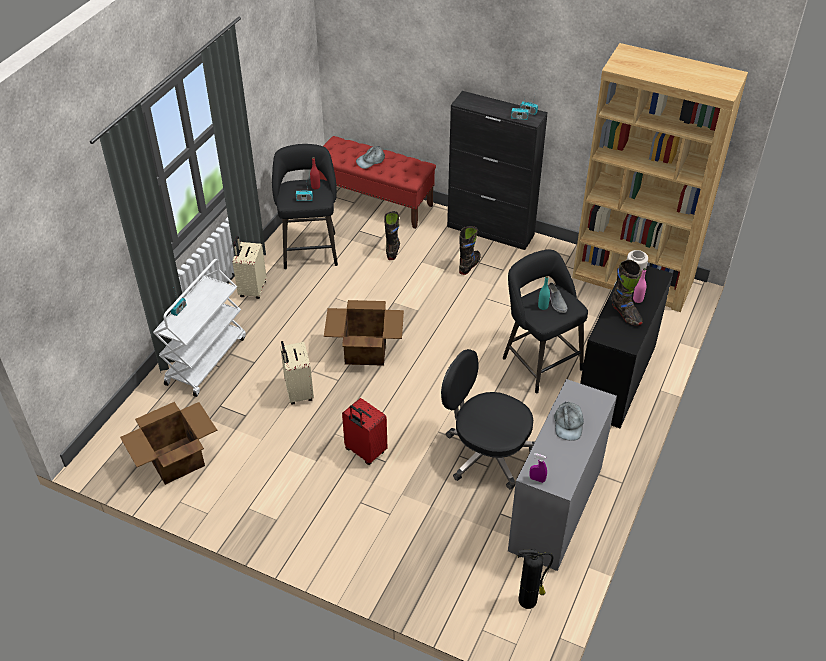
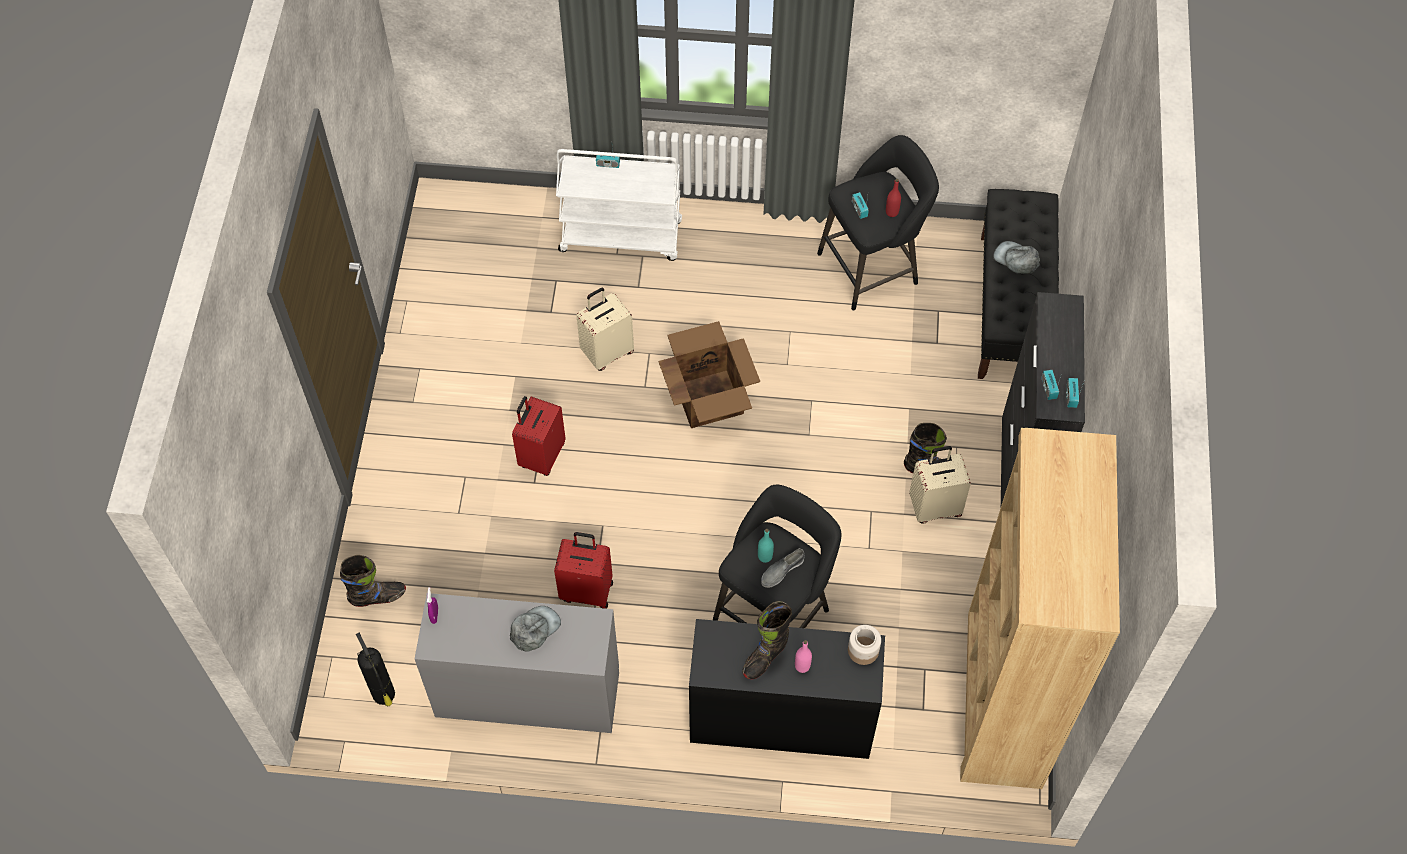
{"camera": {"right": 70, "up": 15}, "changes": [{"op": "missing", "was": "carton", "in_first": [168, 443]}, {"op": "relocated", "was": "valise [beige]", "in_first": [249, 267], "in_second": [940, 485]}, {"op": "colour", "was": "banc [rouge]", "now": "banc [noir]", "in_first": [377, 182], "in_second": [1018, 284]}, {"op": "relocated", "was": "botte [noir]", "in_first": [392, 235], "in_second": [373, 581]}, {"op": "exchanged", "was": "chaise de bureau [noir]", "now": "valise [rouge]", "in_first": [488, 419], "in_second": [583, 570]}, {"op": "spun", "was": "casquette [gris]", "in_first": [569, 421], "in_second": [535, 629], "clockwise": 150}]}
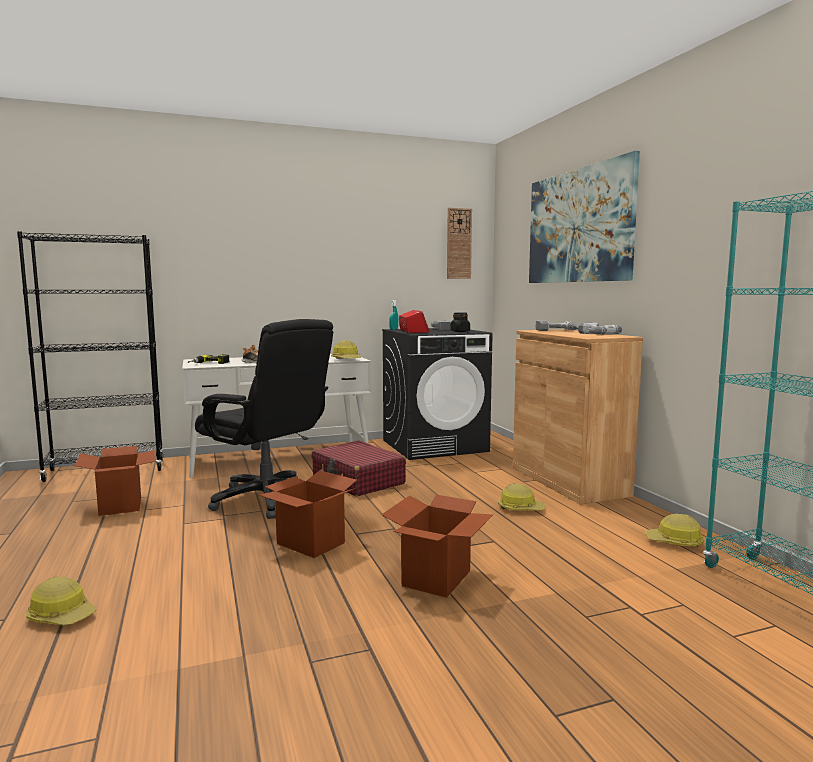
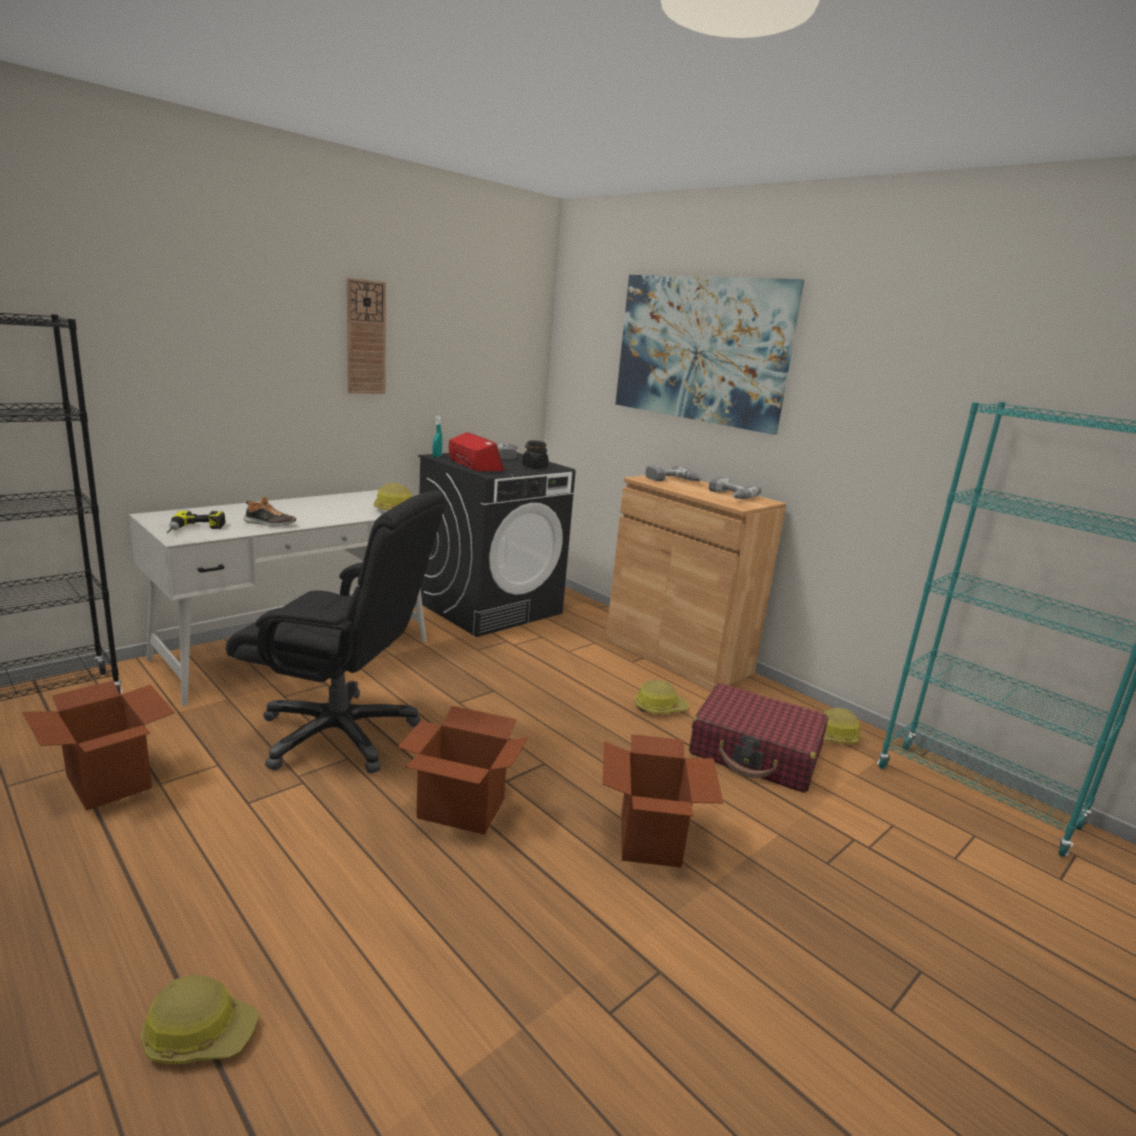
{"camera": {"right": -25, "up": 10}, "changes": [{"op": "relocated", "was": "valise [rouge]", "in_first": [359, 469], "in_second": [758, 738]}, {"op": "relocated", "was": "horloge murale", "in_first": [459, 243], "in_second": [366, 336]}]}
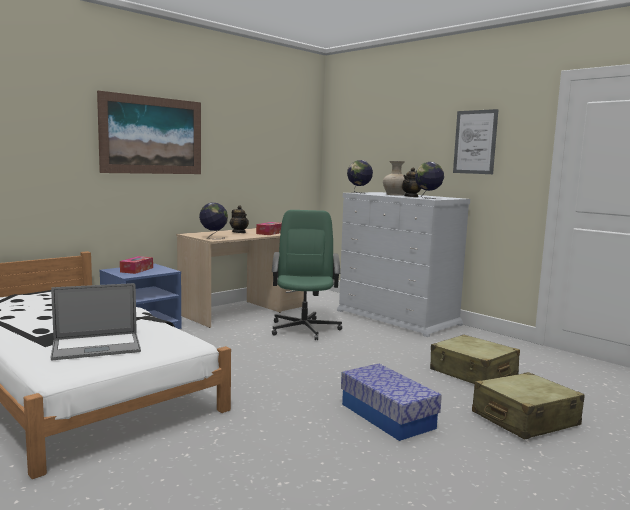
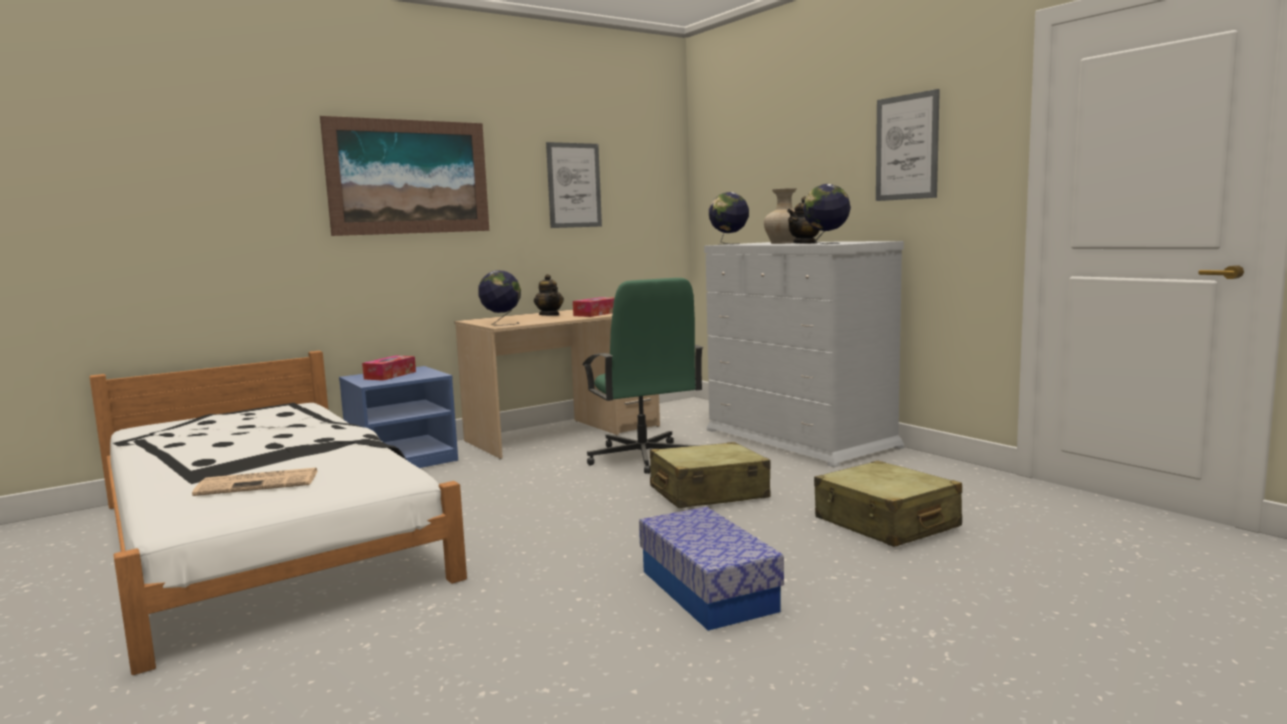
{"camera": {"right": 10, "up": 0}, "changes": [{"op": "exchanged", "was": "ordinateur portable", "now": "journal", "in_first": [96, 322], "in_second": [254, 482]}, {"op": "spun", "was": "chaise de bureau [vert]", "in_first": [307, 275], "in_second": [643, 376], "clockwise": 150}, {"op": "relocated", "was": "valise [beige]", "in_first": [528, 405], "in_second": [710, 475]}, {"op": "appeared", "now": "tableau", "in_second": [574, 185]}]}
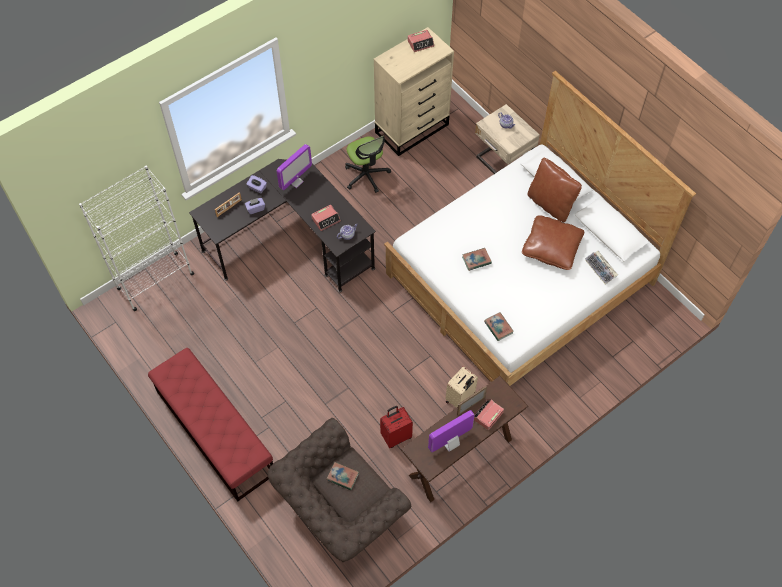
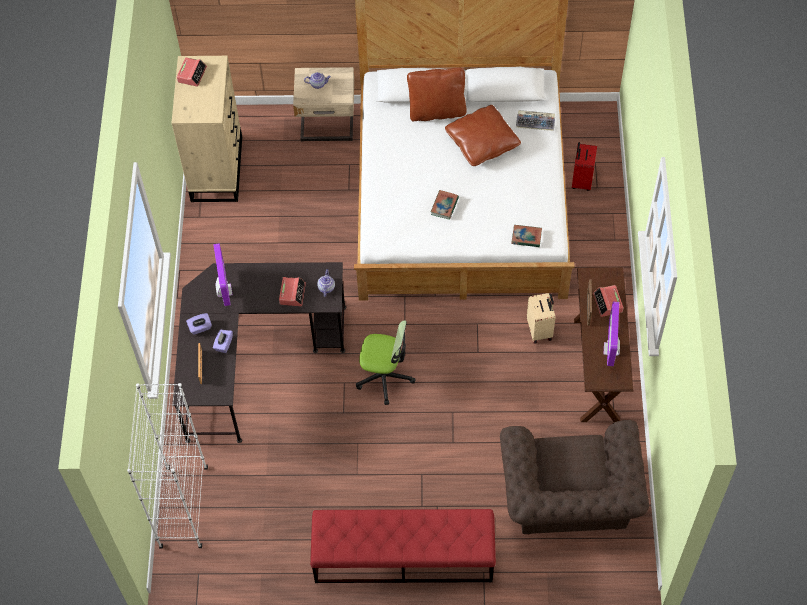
{"camera": {"right": -50, "up": 0}, "changes": [{"op": "missing", "was": "livre", "in_first": [342, 476]}, {"op": "relocated", "was": "chaise de bureau", "in_first": [368, 164], "in_second": [386, 362]}, {"op": "relocated", "was": "valise [rouge]", "in_first": [396, 427], "in_second": [584, 166]}]}
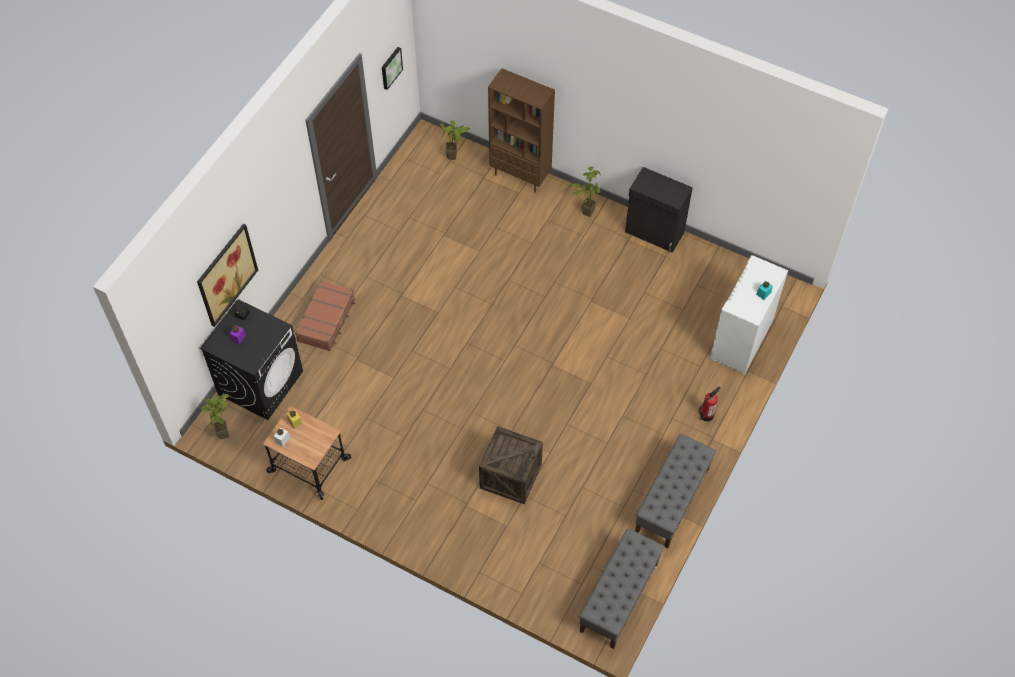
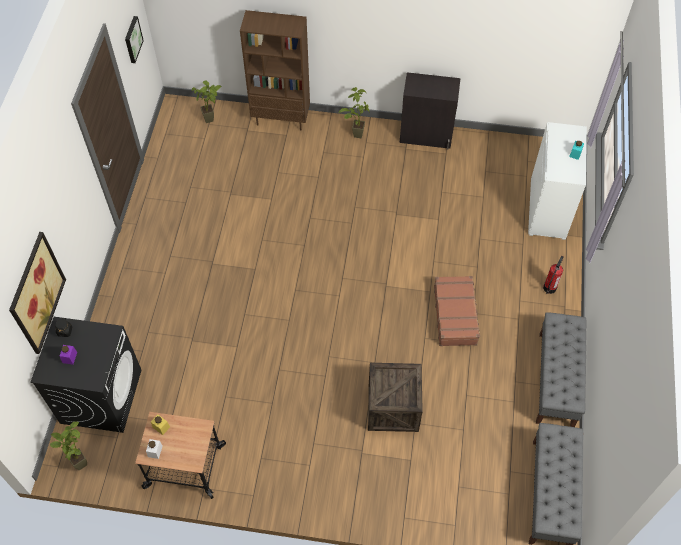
{"camera": {"right": -20, "up": 0}, "changes": [{"op": "relocated", "was": "valise [marron]", "in_first": [325, 315], "in_second": [457, 311]}]}
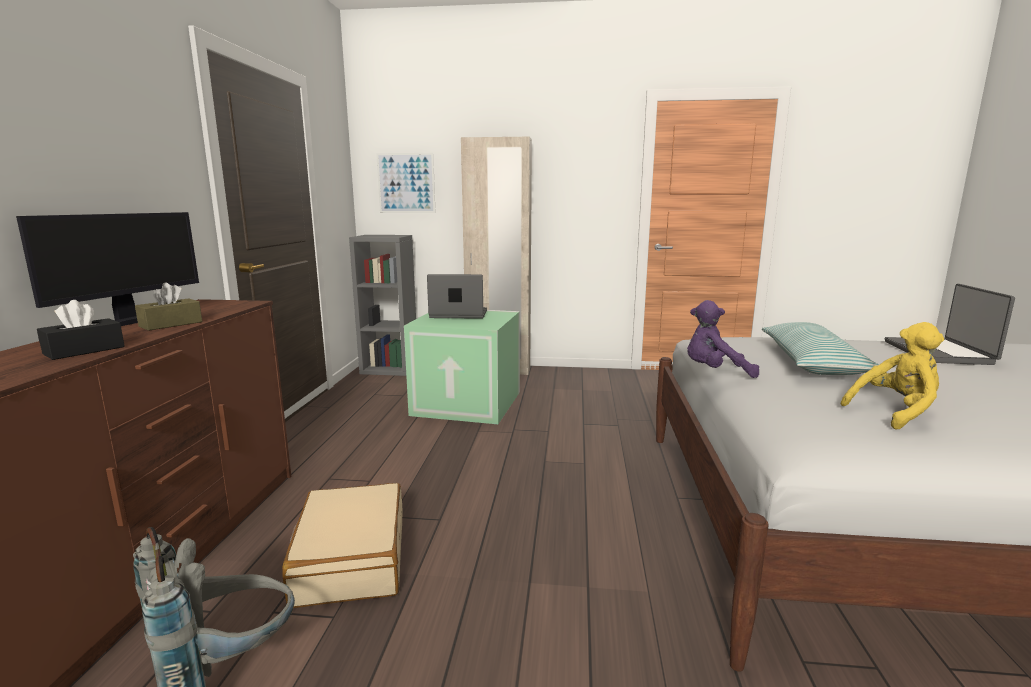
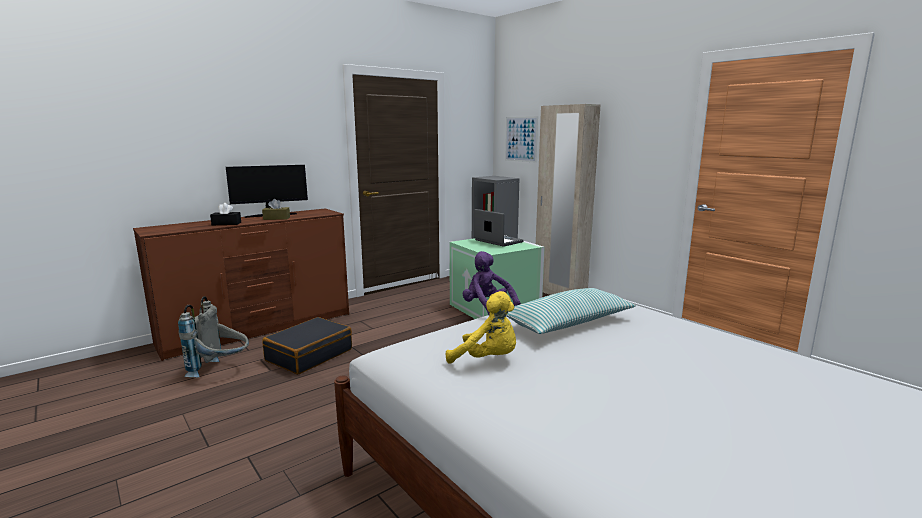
{"camera": {"right": 45, "up": 0}, "changes": [{"op": "colour", "was": "valise [beige]", "now": "valise [noir]", "in_first": [342, 545], "in_second": [307, 345]}, {"op": "missing", "was": "ordinateur portable", "in_first": [950, 324]}]}
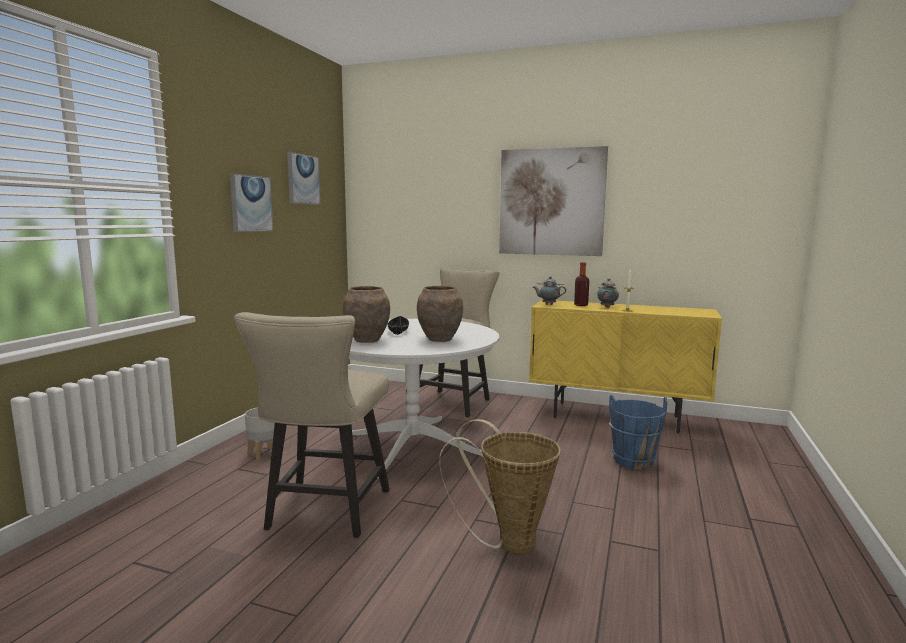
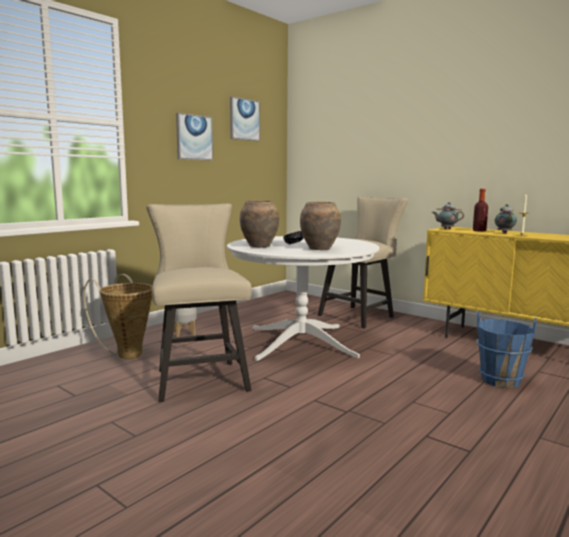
{"camera": {"right": 20, "up": 0}, "changes": [{"op": "spun", "was": "chaise [beige]", "in_first": [312, 425], "in_second": [199, 303], "clockwise": 135}, {"op": "relocated", "was": "panier", "in_first": [500, 487], "in_second": [117, 316]}, {"op": "missing", "was": "tableau", "in_first": [553, 201]}]}
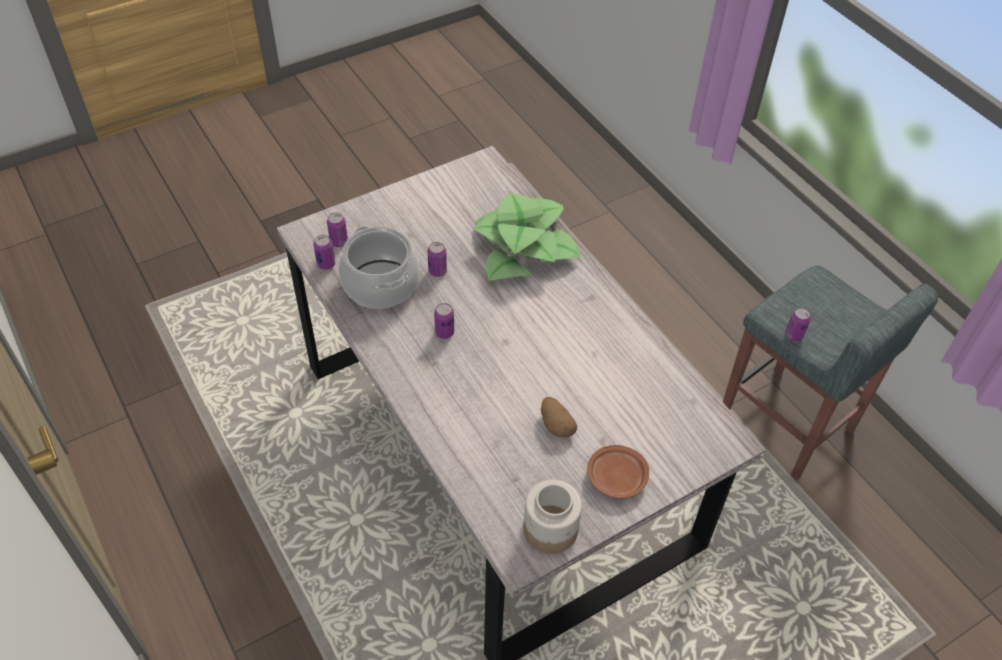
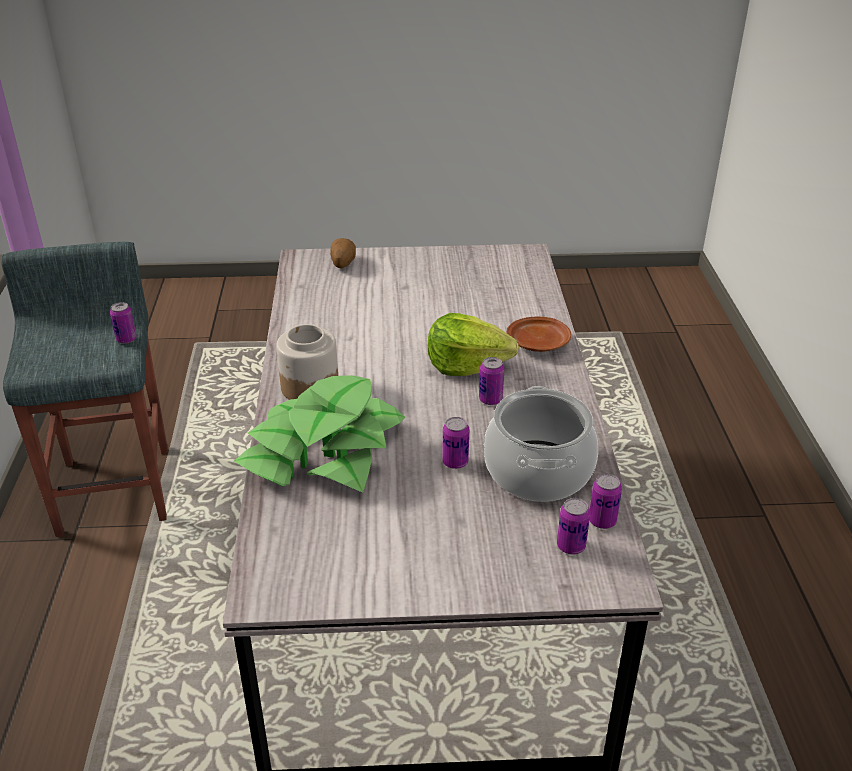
{"camera": {"right": -150, "up": -15}, "changes": [{"op": "relocated", "was": "bocal", "in_first": [552, 517], "in_second": [307, 362]}, {"op": "relocated", "was": "pomme de terre", "in_first": [559, 417], "in_second": [343, 253]}, {"op": "relocated", "was": "assiette [marron]", "in_first": [618, 472], "in_second": [539, 334]}, {"op": "appeared", "now": "laitue", "in_second": [473, 344]}]}
